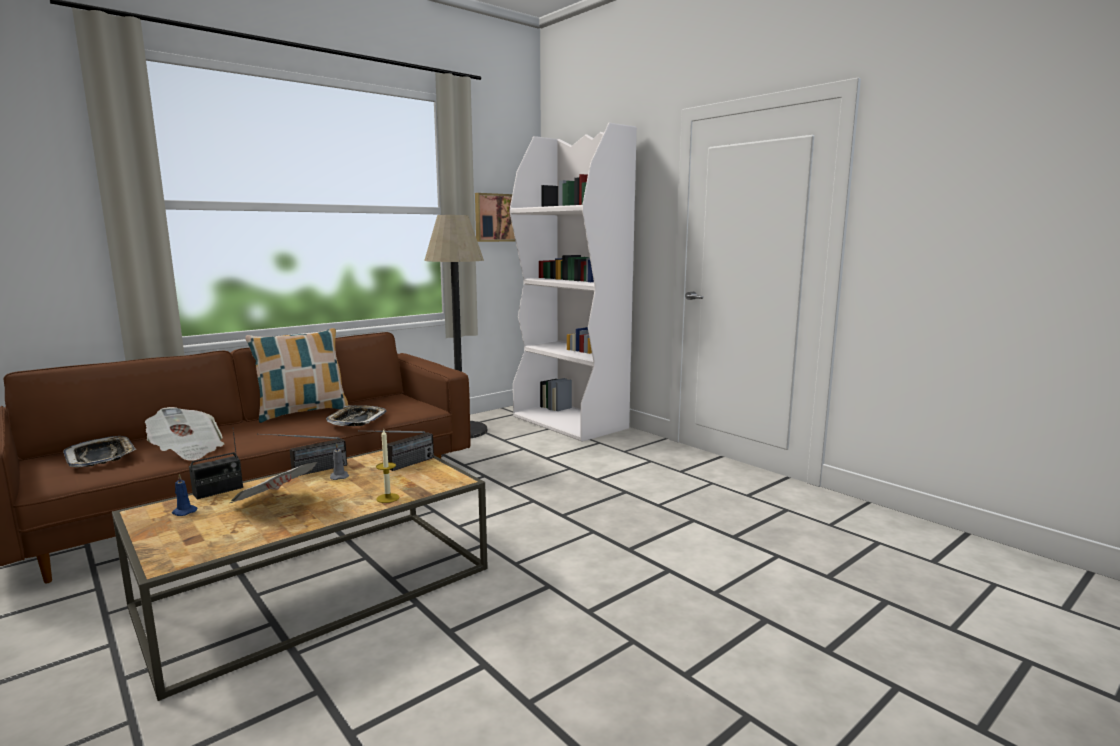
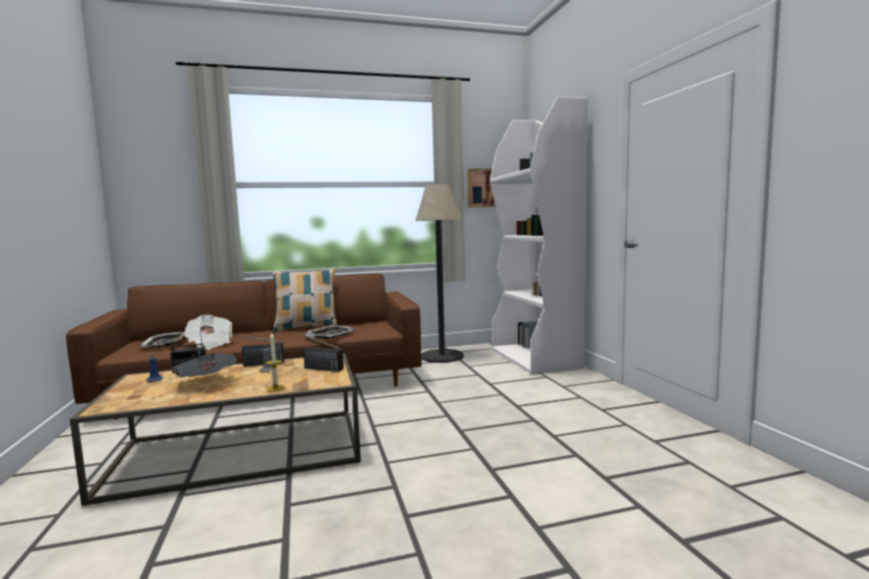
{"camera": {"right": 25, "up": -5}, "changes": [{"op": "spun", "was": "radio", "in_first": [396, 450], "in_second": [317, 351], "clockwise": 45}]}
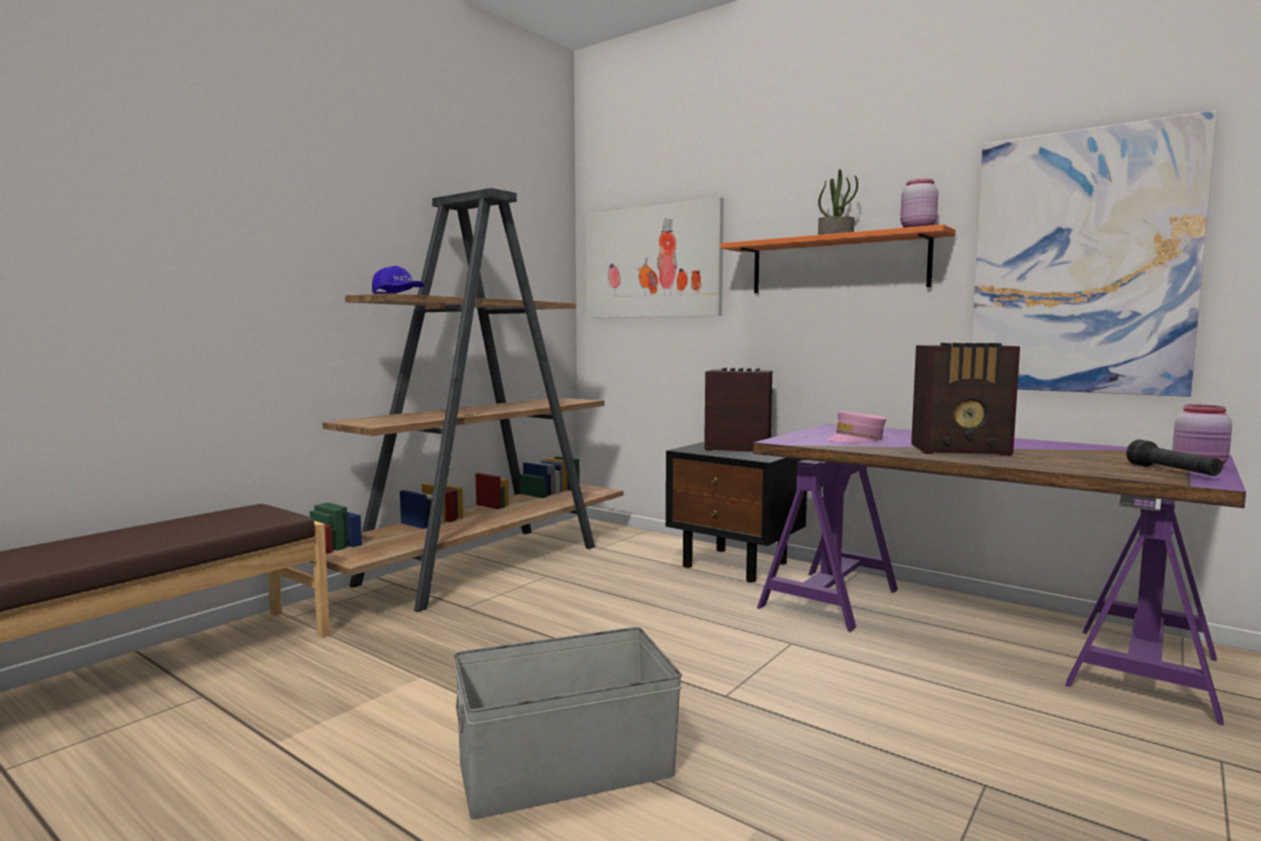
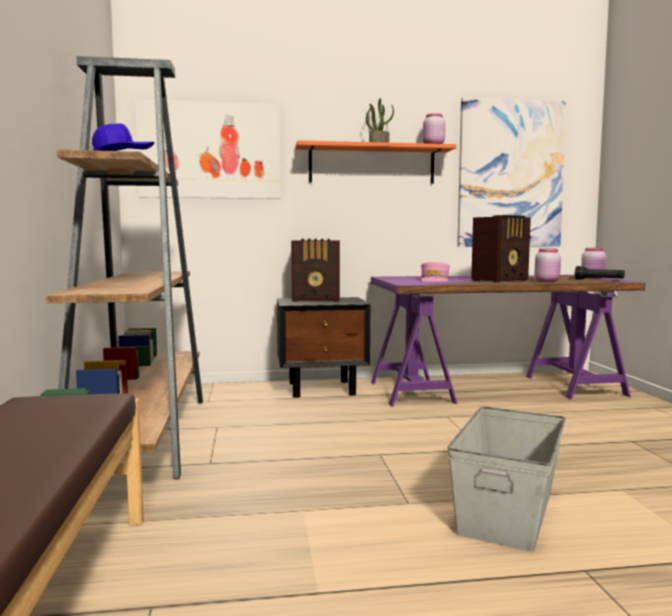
{"camera": {"right": -45, "up": 0}, "changes": [{"op": "spun", "was": "radio", "in_first": [738, 410], "in_second": [315, 270], "clockwise": -150}, {"op": "appeared", "now": "bocal [rose]", "in_second": [547, 265]}]}
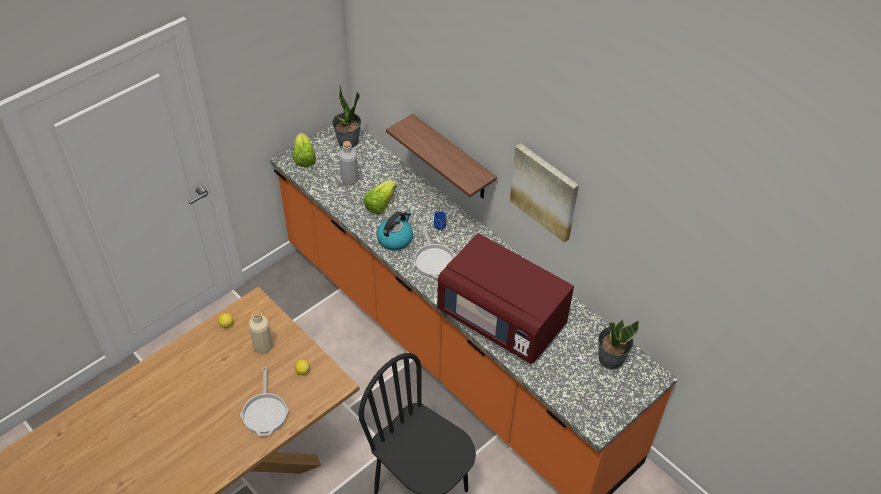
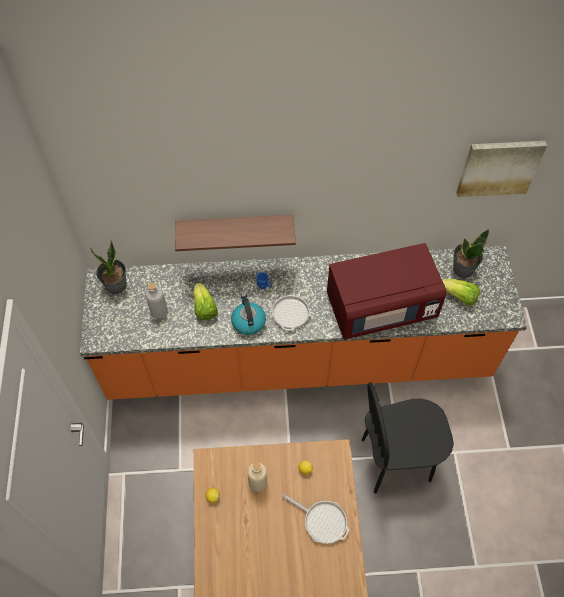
{"camera": {"right": -50, "up": 10}, "changes": [{"op": "relocated", "was": "laitue", "in_first": [304, 150], "in_second": [461, 292]}, {"op": "spun", "was": "poêle", "in_first": [435, 251], "in_second": [291, 302], "clockwise": 75}, {"op": "relocated", "was": "tableau", "in_first": [544, 193], "in_second": [501, 169]}]}
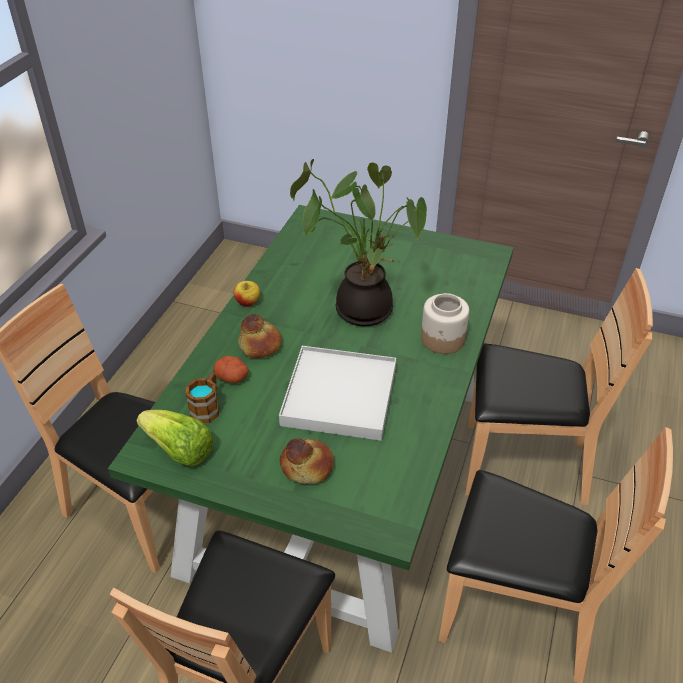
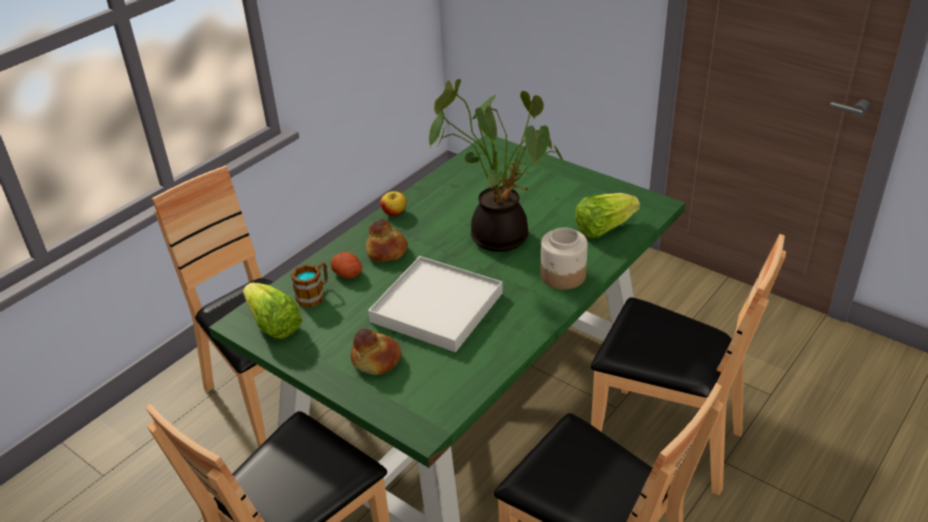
{"camera": {"right": 20, "up": -5}, "changes": [{"op": "appeared", "now": "laitue", "in_second": [607, 215]}]}
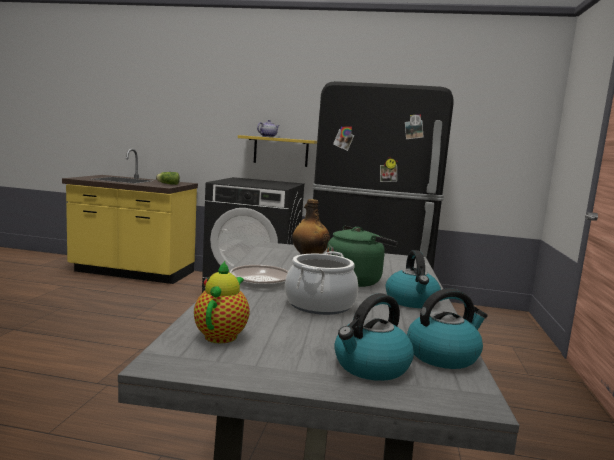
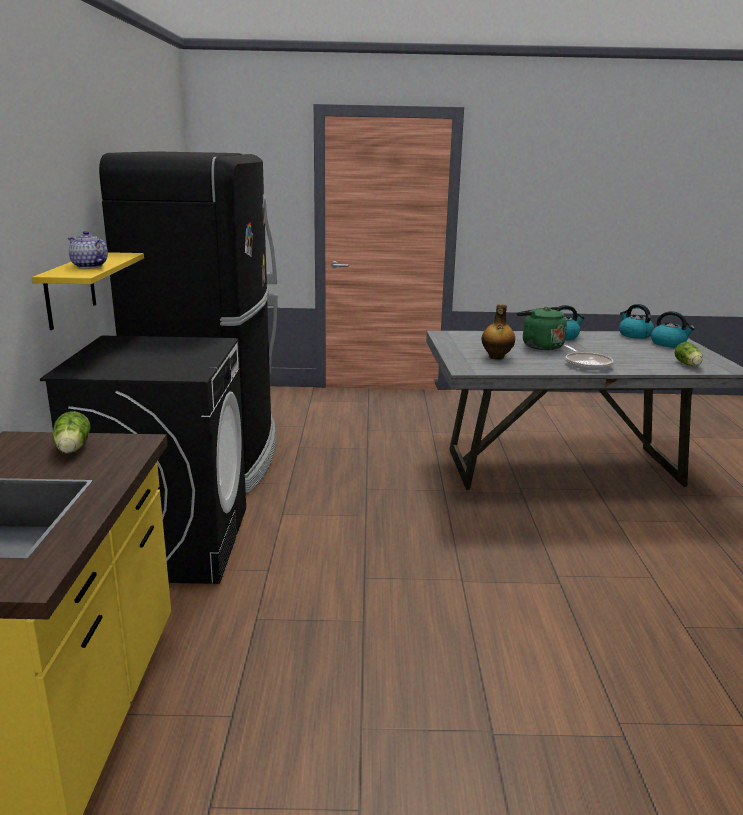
{"camera": {"right": -100, "up": 10}, "changes": [{"op": "exchanged", "was": "théière", "now": "laitue", "in_first": [222, 302], "in_second": [688, 354]}, {"op": "missing", "was": "marmite", "in_first": [321, 283]}]}
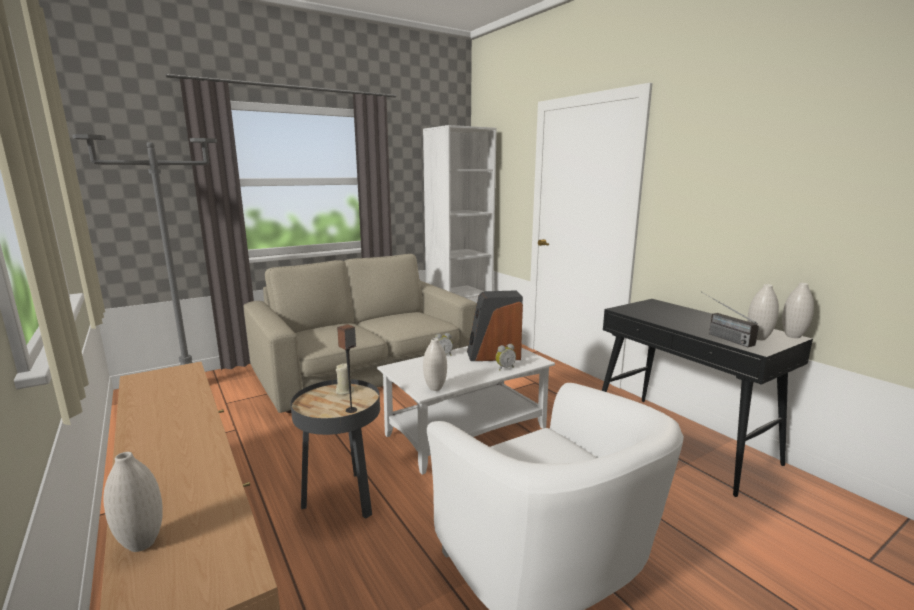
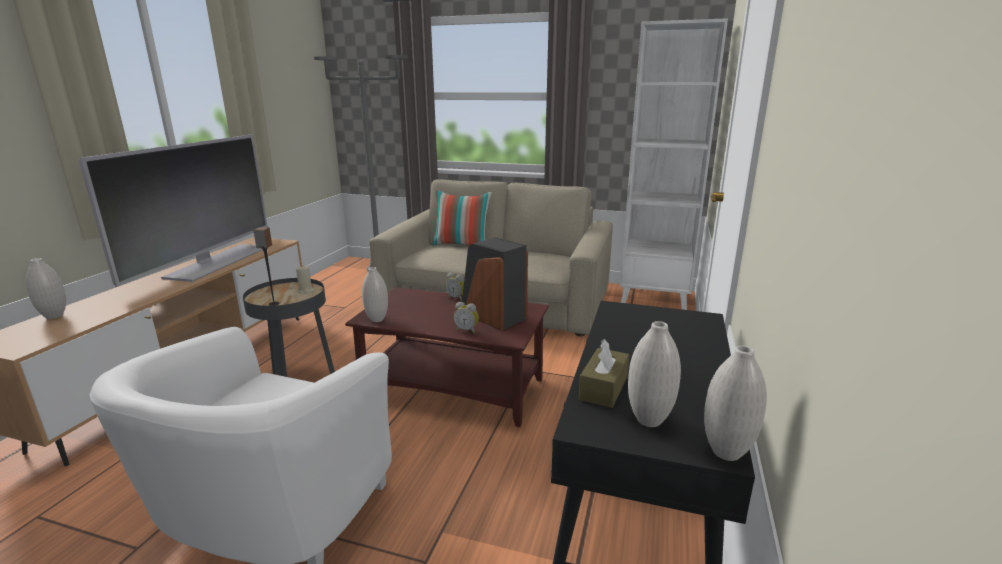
{"camera": {"right": 50, "up": 5}, "changes": [{"op": "colour", "was": "table basse [blanc]", "now": "table basse [marron]", "in_first": [466, 410], "in_second": [447, 357]}, {"op": "exchanged", "was": "radio", "now": "boîte à mouchoirs [marron]", "in_first": [730, 319], "in_second": [604, 373]}, {"op": "appeared", "now": "téléviseur", "in_second": [173, 211]}, {"op": "appeared", "now": "coussin", "in_second": [462, 218]}]}
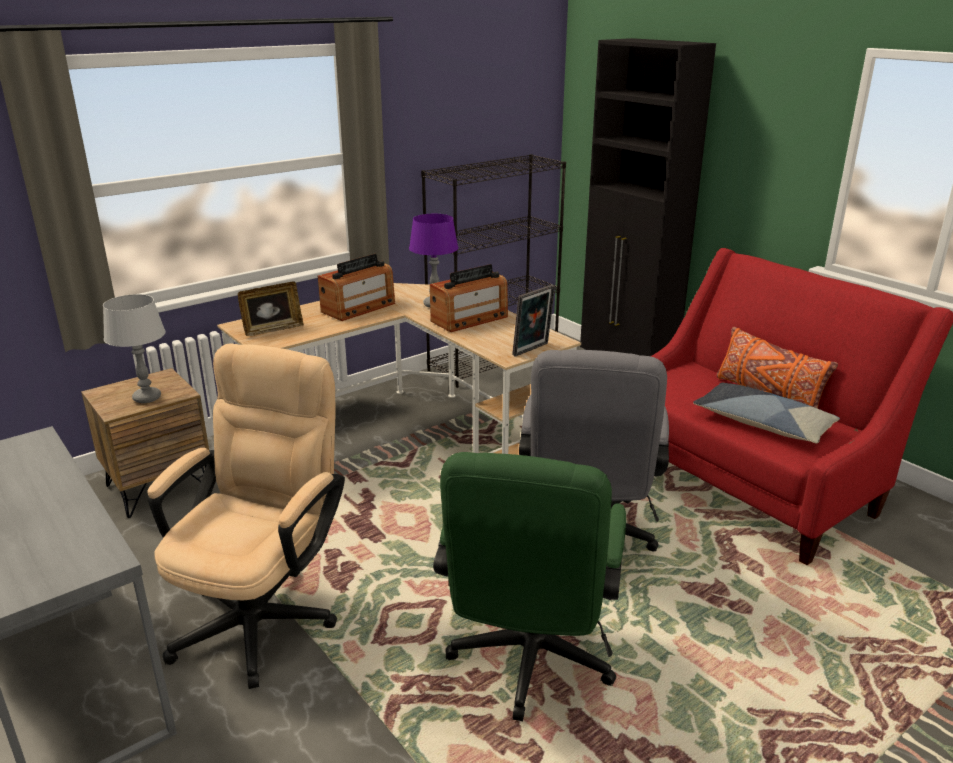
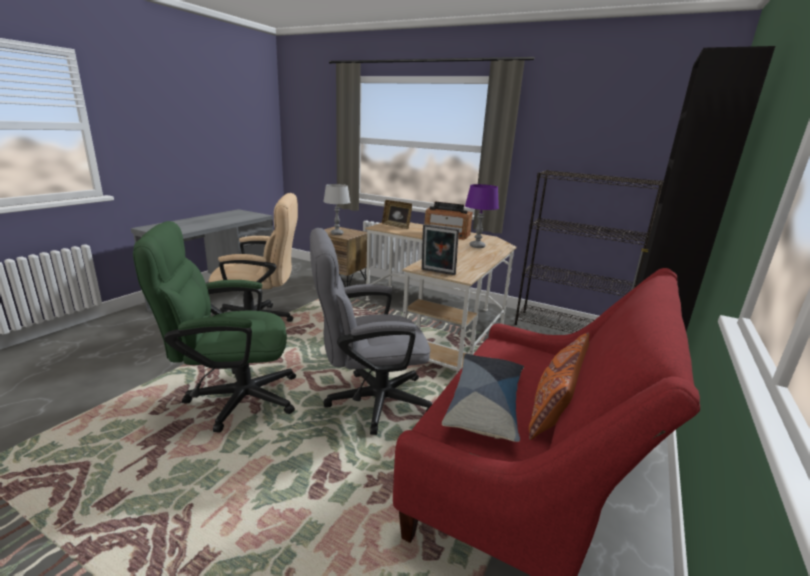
{"camera": {"right": 65, "up": -5}, "changes": [{"op": "missing", "was": "radio", "in_first": [469, 298]}]}
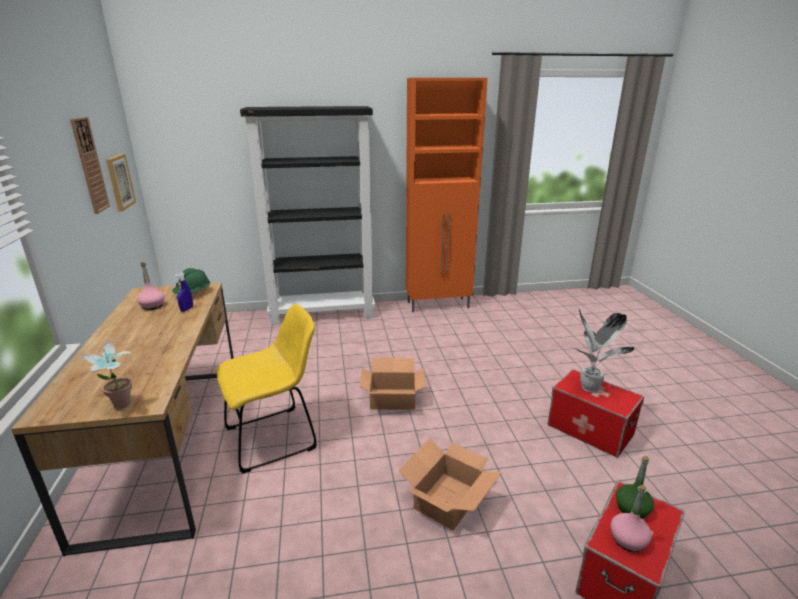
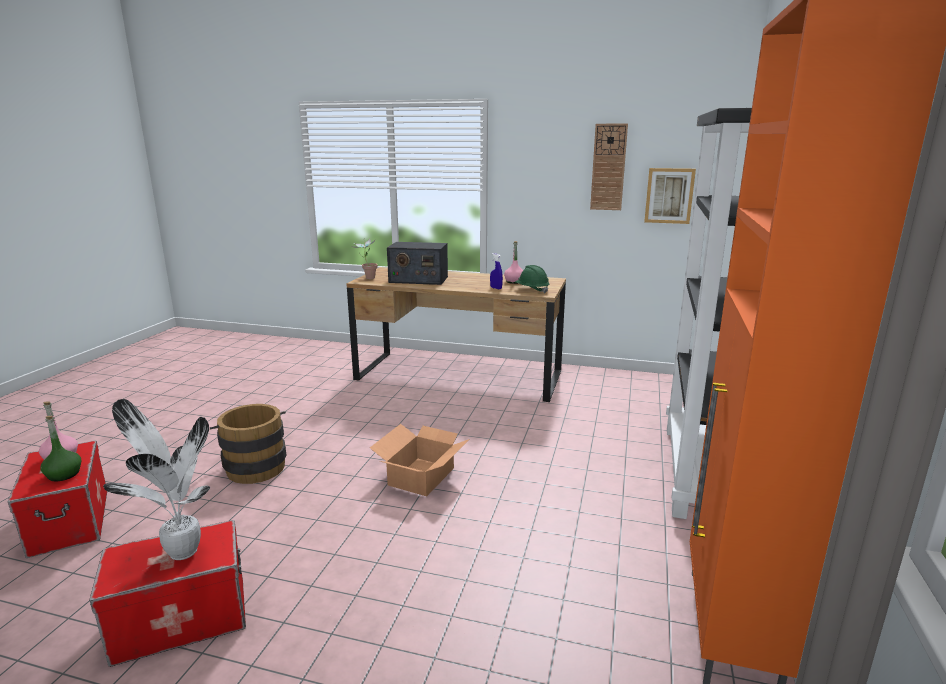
{"camera": {"right": 115, "up": -5}, "changes": [{"op": "missing", "was": "chaise [jaune]", "in_first": [266, 388]}, {"op": "exchanged", "was": "carton", "now": "seau [marron]", "in_first": [449, 484], "in_second": [248, 444]}, {"op": "appeared", "now": "radio", "in_second": [417, 263]}]}
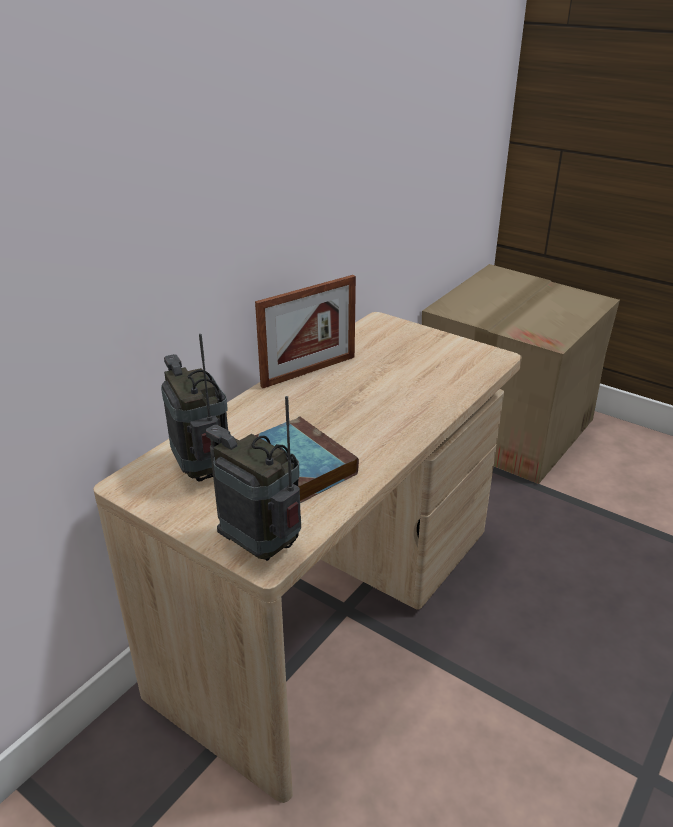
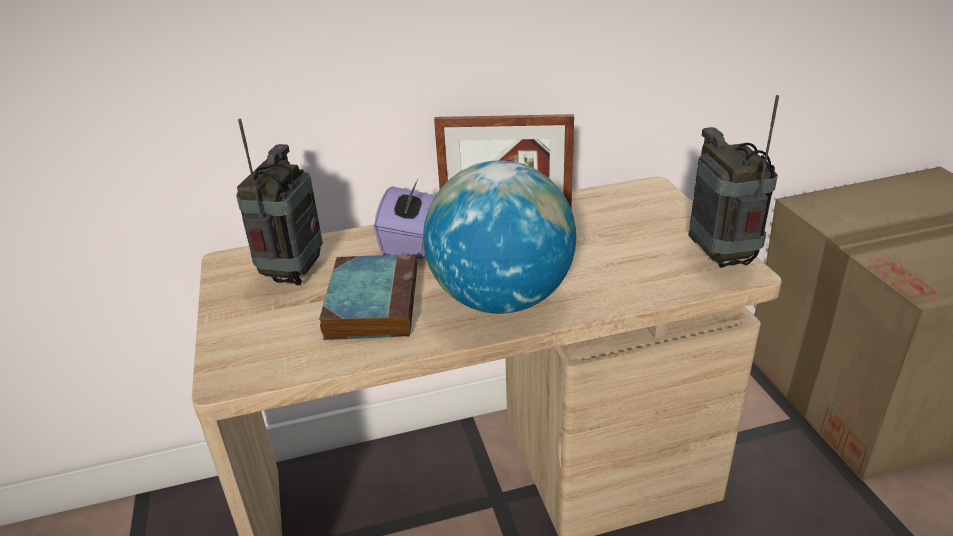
{"camera": {"right": 40, "up": 0}, "changes": [{"op": "relocated", "was": "radio", "in_first": [253, 478], "in_second": [733, 181]}, {"op": "appeared", "now": "boîte à mouchoirs [violet]", "in_second": [404, 219]}, {"op": "appeared", "now": "globe", "in_second": [499, 237]}]}
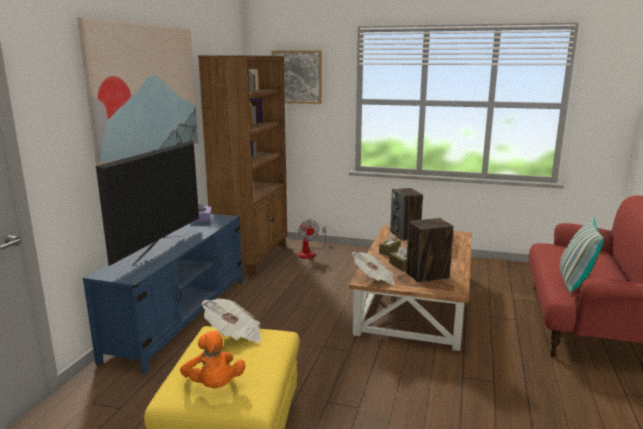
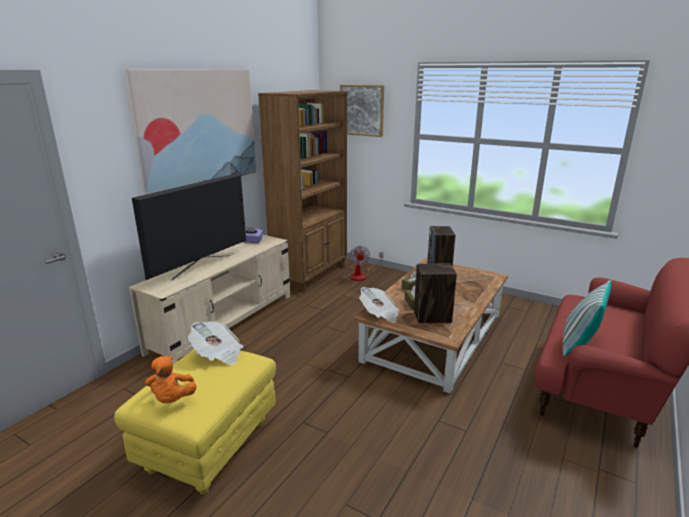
{"camera": {"right": 15, "up": 5}, "changes": [{"op": "colour", "was": "meuble télé [bleu]", "now": "meuble télé [beige]", "in_first": [163, 294], "in_second": [209, 299]}]}
